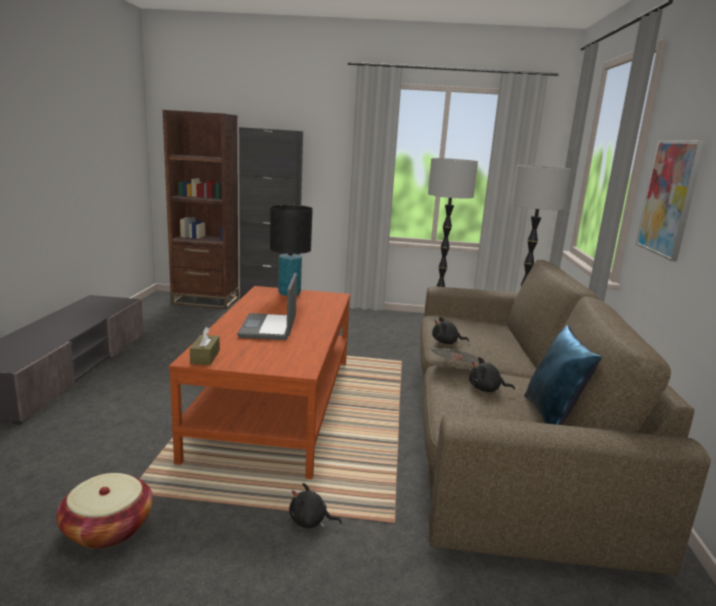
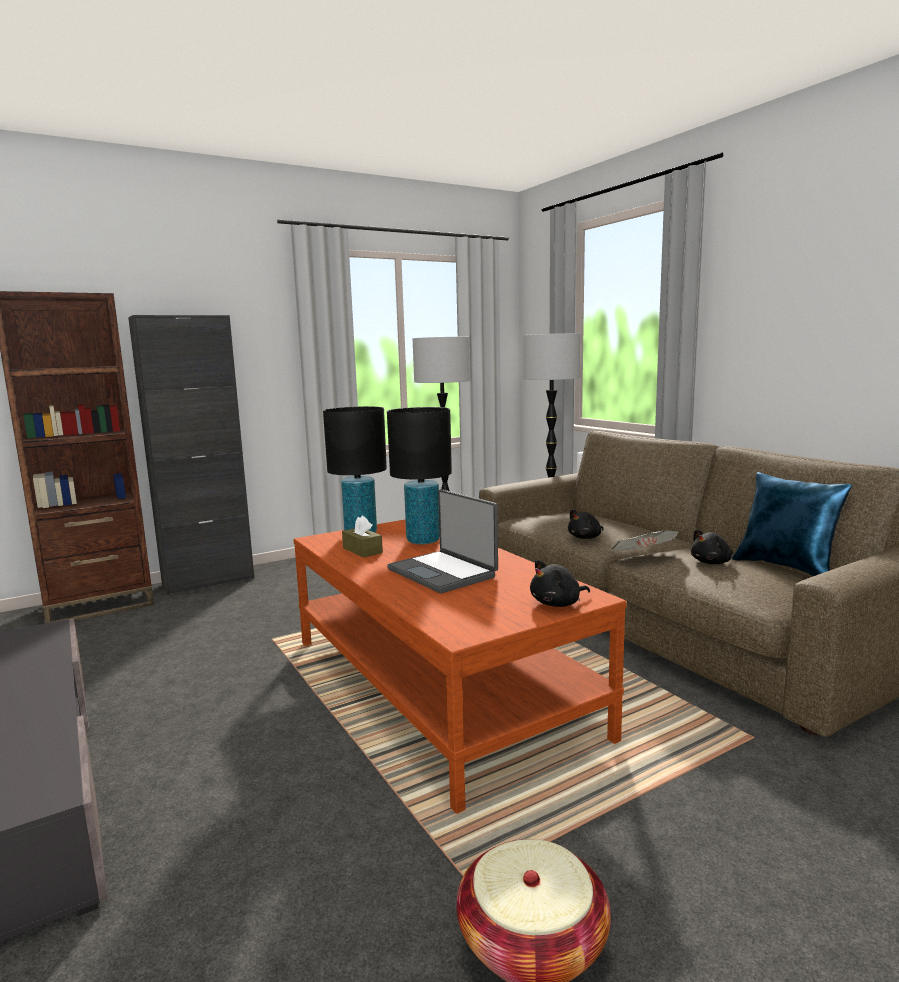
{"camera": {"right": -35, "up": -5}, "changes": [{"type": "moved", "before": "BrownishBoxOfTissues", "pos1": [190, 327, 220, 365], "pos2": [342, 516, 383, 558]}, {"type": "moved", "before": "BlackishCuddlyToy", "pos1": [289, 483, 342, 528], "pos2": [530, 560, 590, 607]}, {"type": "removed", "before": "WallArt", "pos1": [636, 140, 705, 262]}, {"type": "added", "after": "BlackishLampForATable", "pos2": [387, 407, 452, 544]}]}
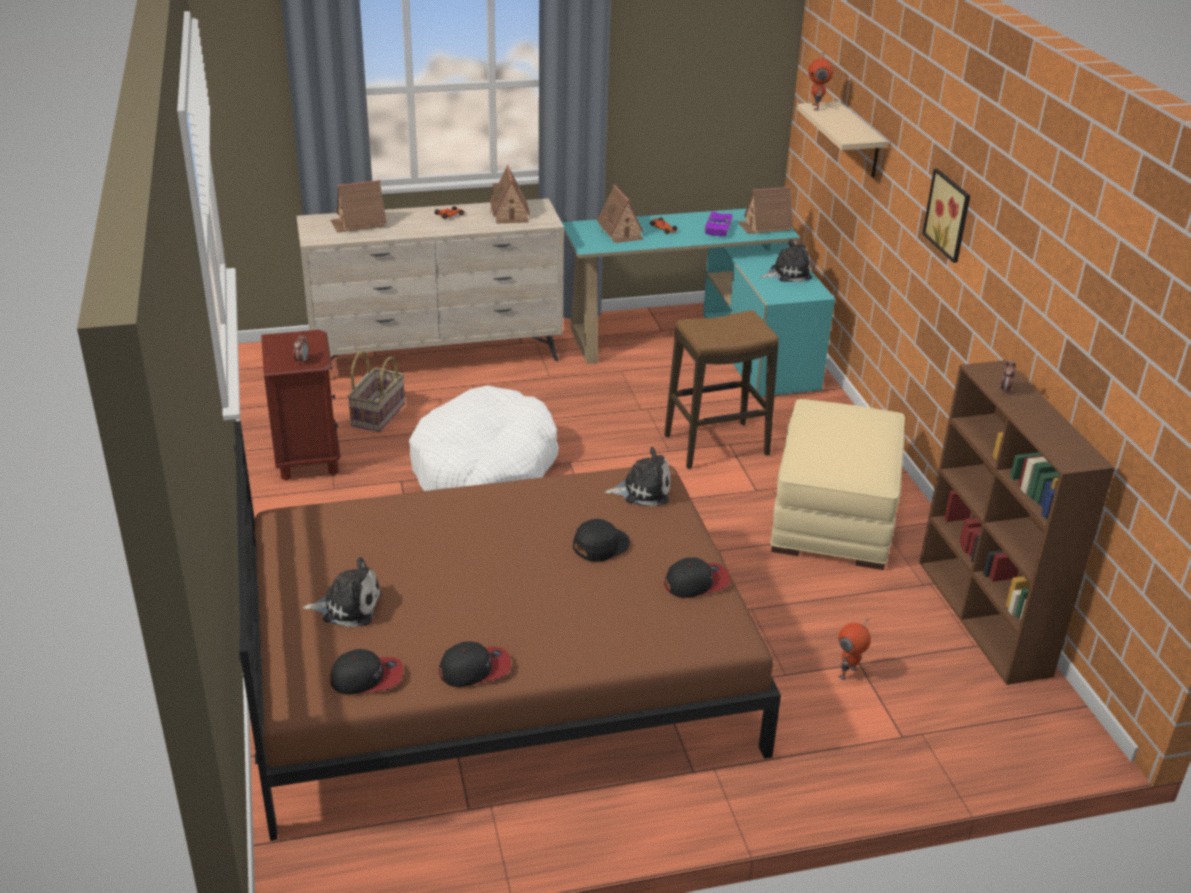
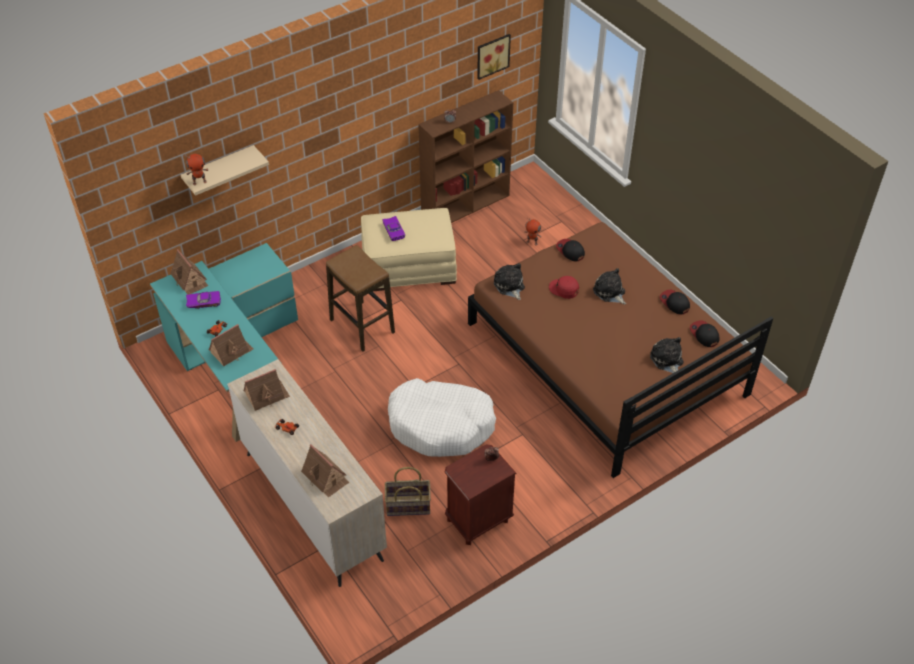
{"camera": {"right": -110, "up": 15}, "changes": [{"type": "recoloured", "before": "BlackishCap", "after": "RedColouredCap", "pos1": [573, 519, 630, 562], "pos2": [549, 276, 579, 299]}, {"type": "moved", "before": "CuddlyToy", "pos1": [761, 239, 812, 282], "pos2": [593, 268, 626, 304]}, {"type": "moved", "before": "WallArt", "pos1": [922, 169, 970, 263], "pos2": [477, 34, 511, 80]}, {"type": "added", "after": "PurpleColouredToyCar", "pos2": [382, 216, 405, 241]}]}
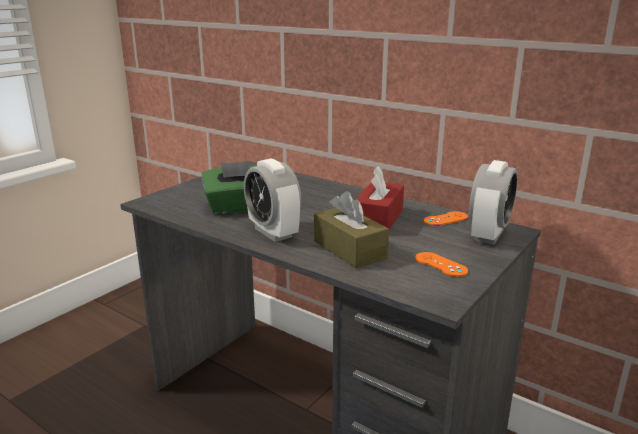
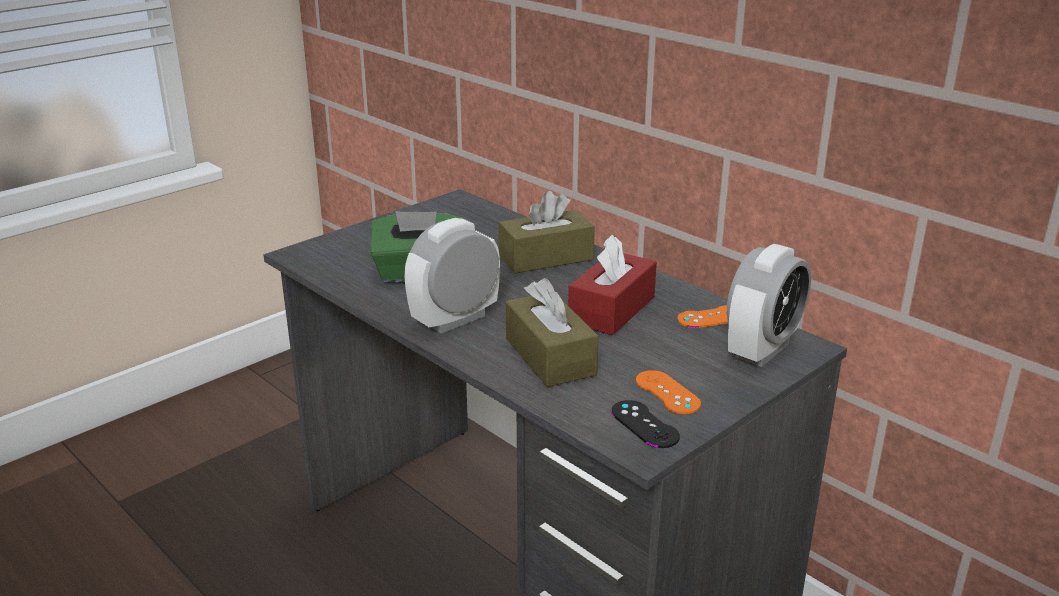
{"camera": {"right": 10, "up": 5}, "changes": [{"type": "turned", "before": "AlarmClock", "pos1": [244, 158, 301, 242], "pos2": [405, 218, 500, 334], "turn": 75}, {"type": "added", "after": "BrownishBoxOfTissues", "pos2": [498, 191, 595, 273]}, {"type": "added", "after": "BlackishGamepad", "pos2": [611, 400, 680, 448]}]}
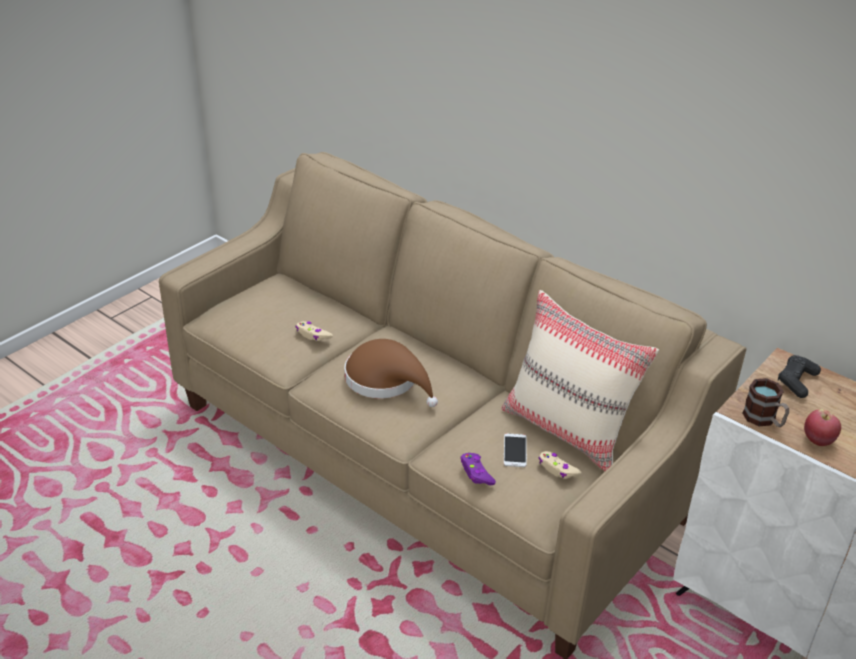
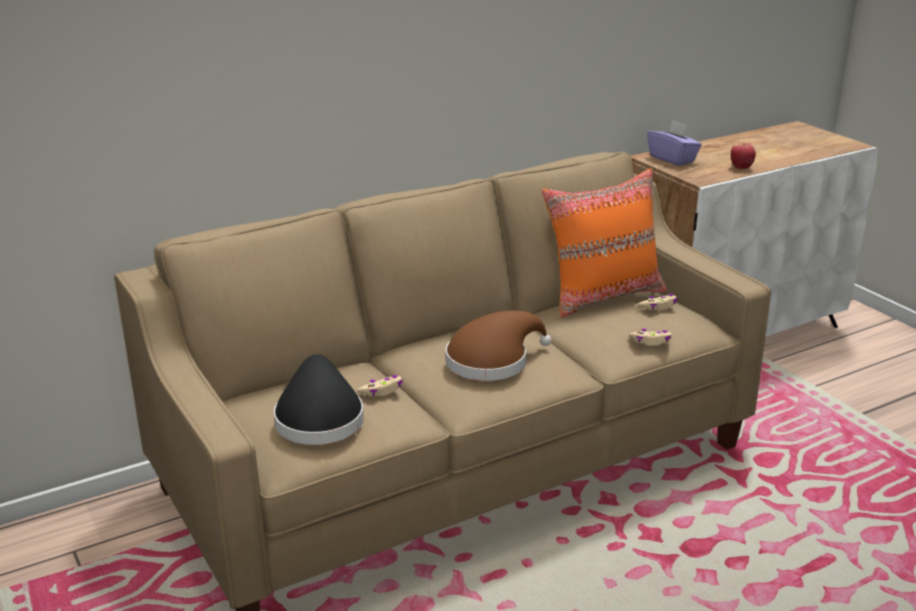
{"camera": {"right": -70, "up": -10}, "changes": [{"type": "recoloured", "before": "PurpleColouredGamepad", "after": "BeigeGamepad", "pos1": [461, 453, 496, 485], "pos2": [629, 329, 672, 345]}, {"type": "recoloured", "before": "BeigeCushion", "after": "OrangeCushion", "pos1": [501, 290, 659, 471], "pos2": [542, 168, 667, 318]}, {"type": "removed", "before": "Handset", "pos1": [504, 433, 527, 467]}, {"type": "removed", "before": "CoffeeMug", "pos1": [743, 378, 789, 427]}, {"type": "replaced", "before": "BlackishGamepad", "after": "PurpleColouredBoxOfTissues", "pos1": [778, 355, 821, 398], "pos2": [647, 120, 702, 166]}, {"type": "added", "after": "BlackishHat", "pos2": [274, 354, 364, 445]}]}
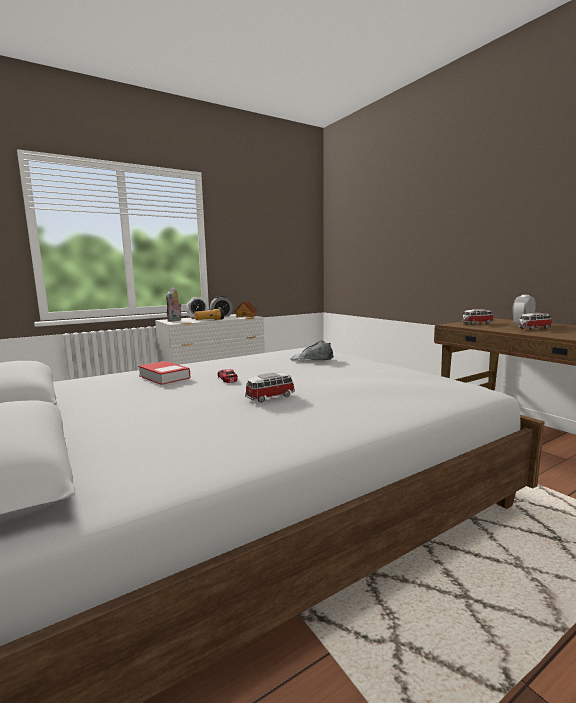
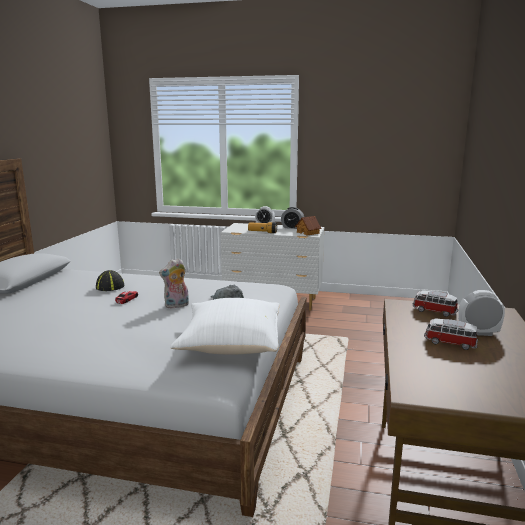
{"camera": {"right": 45, "up": 5}, "changes": [{"type": "replaced", "before": "Book", "after": "Cap", "pos1": [138, 361, 191, 385], "pos2": [96, 270, 124, 291]}, {"type": "moved", "before": "CuddlyToy", "pos1": [166, 287, 182, 322], "pos2": [159, 258, 189, 309]}, {"type": "removed", "before": "ToyCar", "pos1": [245, 373, 295, 402]}, {"type": "added", "after": "WhitishCushion", "pos2": [170, 298, 280, 354]}]}
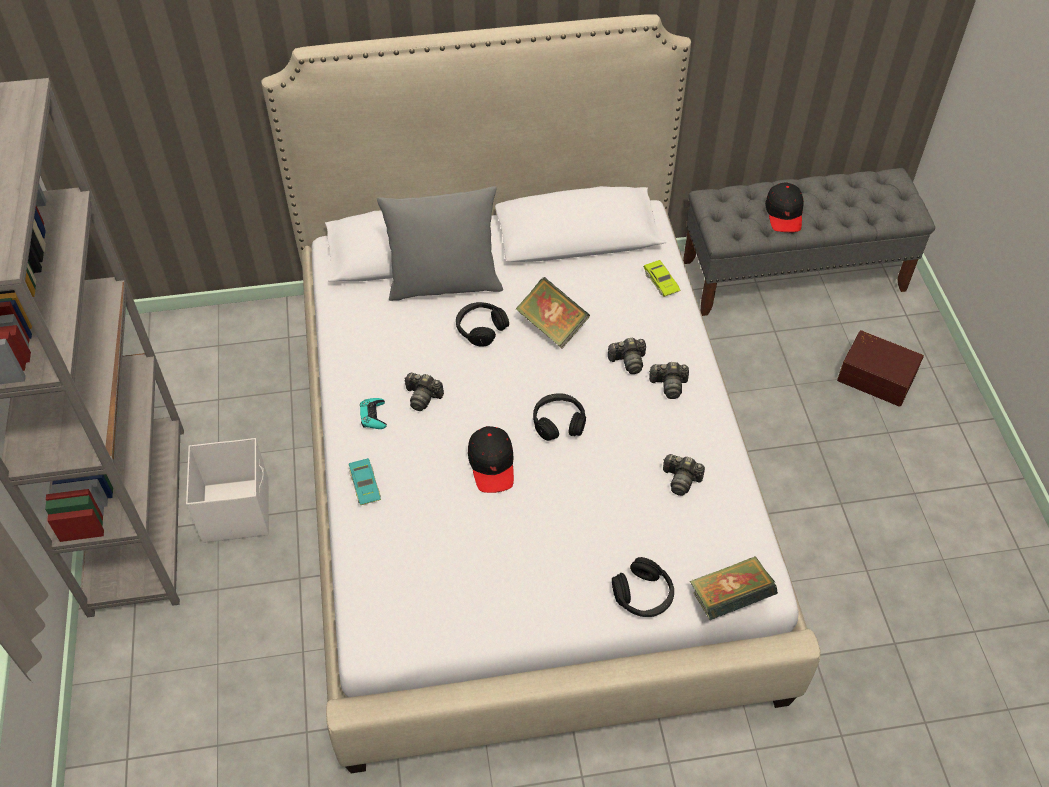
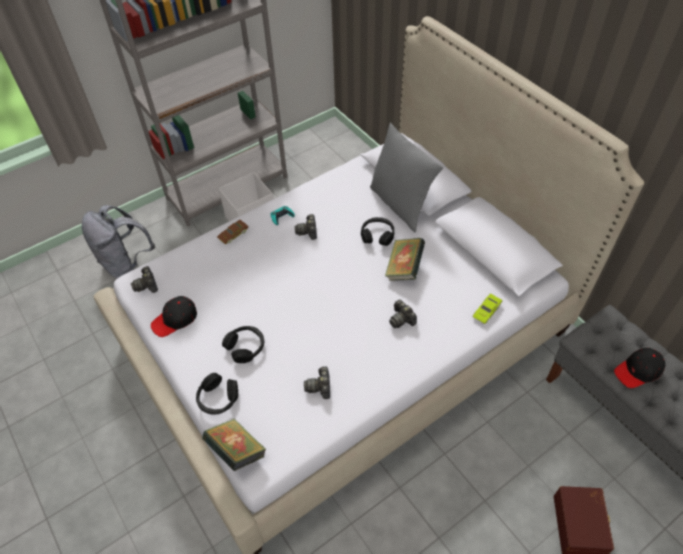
{"camera": {"right": 65, "up": 0}, "changes": [{"type": "recoloured", "before": "TurquoiseToyCar", "after": "BrownishToyCar", "pos1": [348, 458, 381, 505], "pos2": [217, 220, 249, 244]}, {"type": "moved", "before": "BlackishCap", "pos1": [468, 426, 514, 493], "pos2": [151, 296, 197, 337]}, {"type": "moved", "before": "BlackishHeadphones", "pos1": [533, 393, 586, 441], "pos2": [222, 326, 264, 363]}, {"type": "moved", "before": "StillCamera", "pos1": [649, 362, 689, 399], "pos2": [131, 266, 158, 293]}, {"type": "added", "after": "GreyRucksack", "pos2": [82, 205, 155, 279]}]}
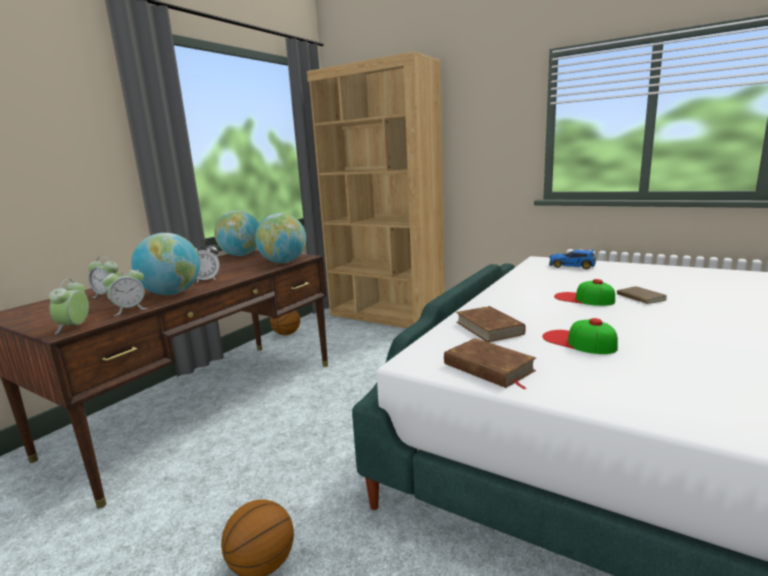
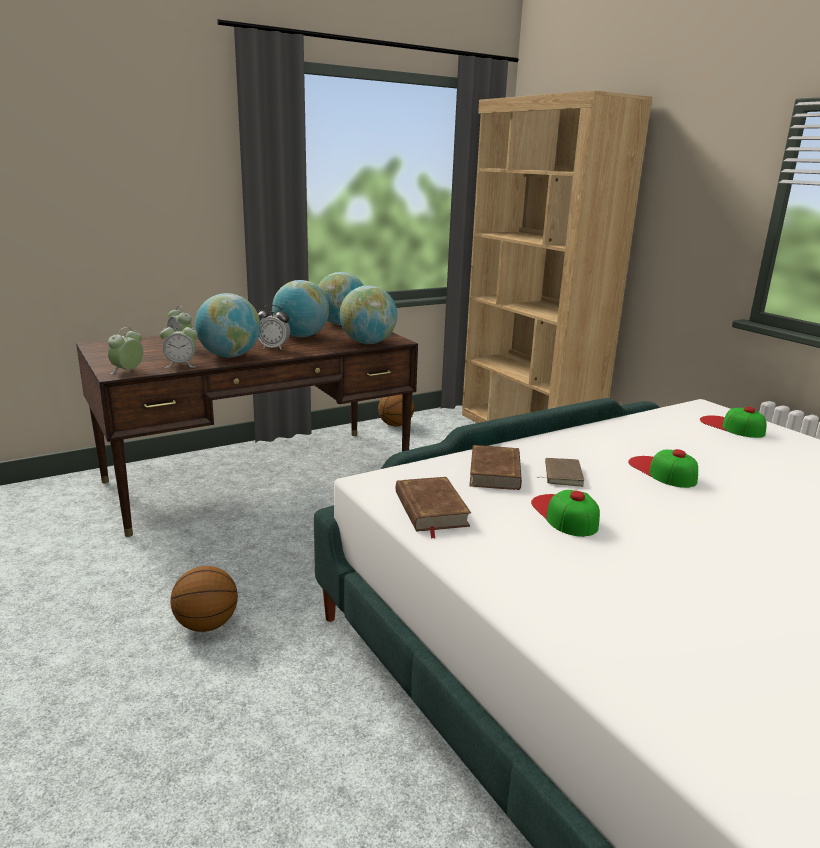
{"camera": {"right": 25, "up": 5}, "changes": [{"type": "replaced", "before": "ToyCar", "after": "Cap", "pos1": [549, 250, 596, 269], "pos2": [700, 407, 767, 438]}, {"type": "moved", "before": "BrownishBook", "pos1": [617, 286, 667, 304], "pos2": [537, 458, 584, 487]}, {"type": "added", "after": "WorldGlobe", "pos2": [272, 280, 329, 337]}]}
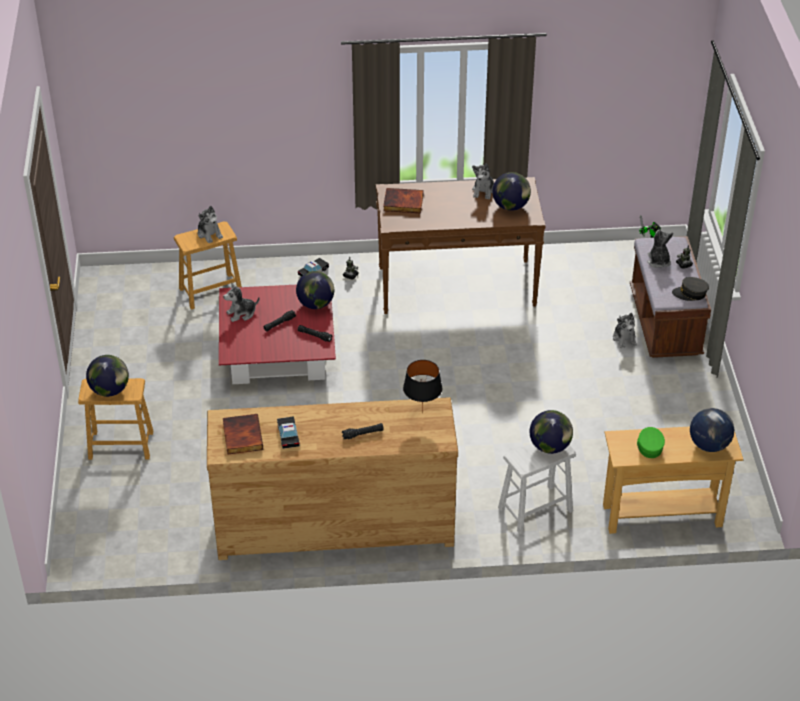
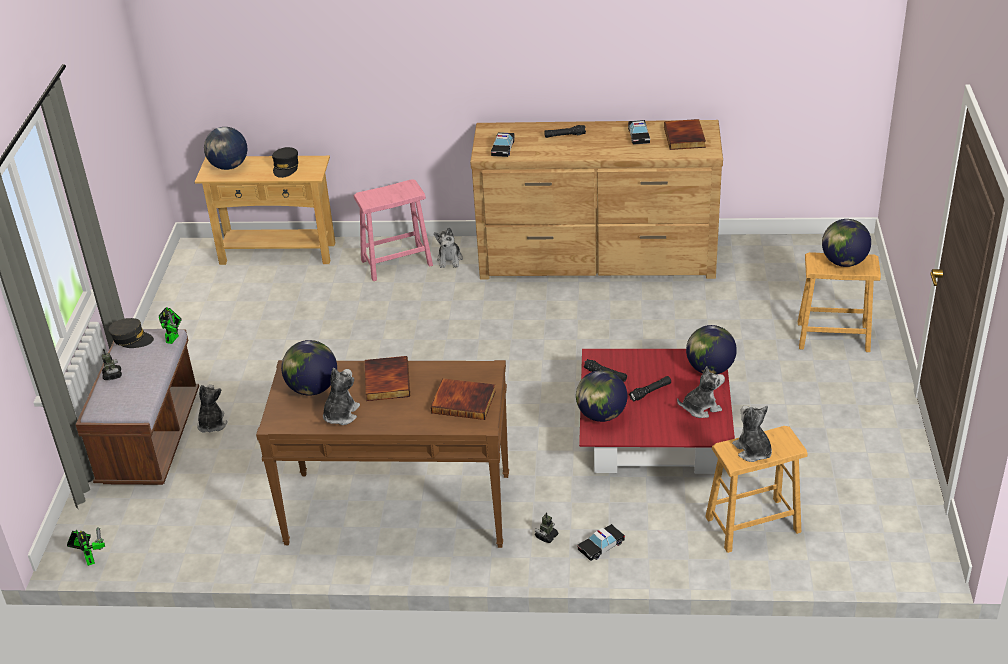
{"camera": {"right": -170, "up": -5}, "changes": [{"type": "replaced", "before": "BlackishLampForATable", "after": "ToyCar", "pos1": [403, 360, 442, 414], "pos2": [491, 132, 515, 157]}, {"type": "recoloured", "before": "WhitishStoolSeat", "after": "PinkishStoolSeat", "pos1": [498, 443, 576, 535], "pos2": [354, 179, 433, 281]}, {"type": "moved", "before": "WorldGlobe", "pos1": [530, 410, 573, 454], "pos2": [686, 325, 737, 374]}, {"type": "recoloured", "before": "GreenColouredCap", "after": "BlackishCap", "pos1": [637, 427, 665, 458], "pos2": [272, 147, 299, 178]}, {"type": "moved", "before": "CuddlyToy", "pos1": [647, 230, 673, 268], "pos2": [434, 227, 463, 268]}, {"type": "added", "after": "RobotFigure", "pos2": [159, 307, 182, 344]}, {"type": "added", "after": "Book", "pos2": [365, 356, 410, 401]}]}
